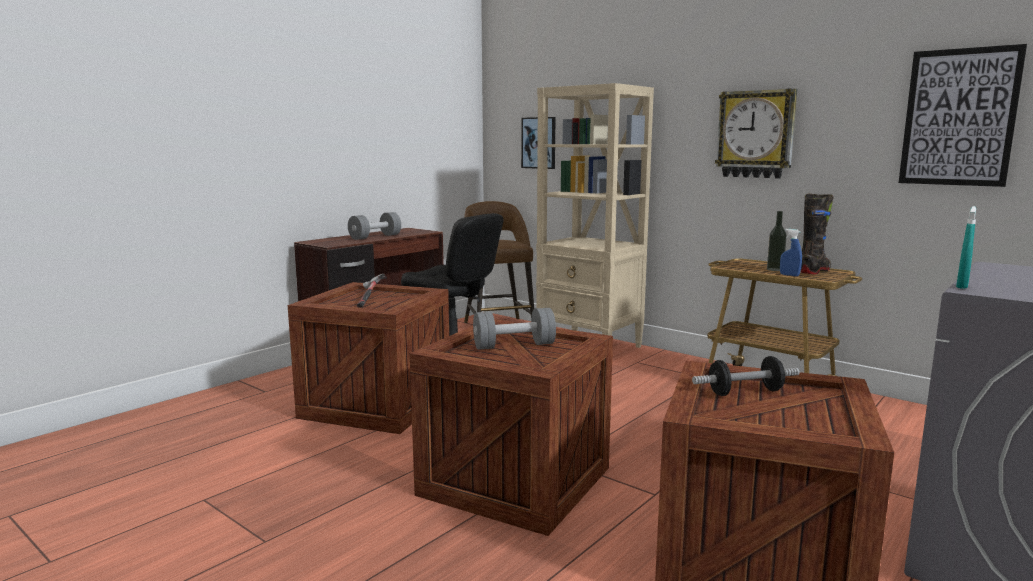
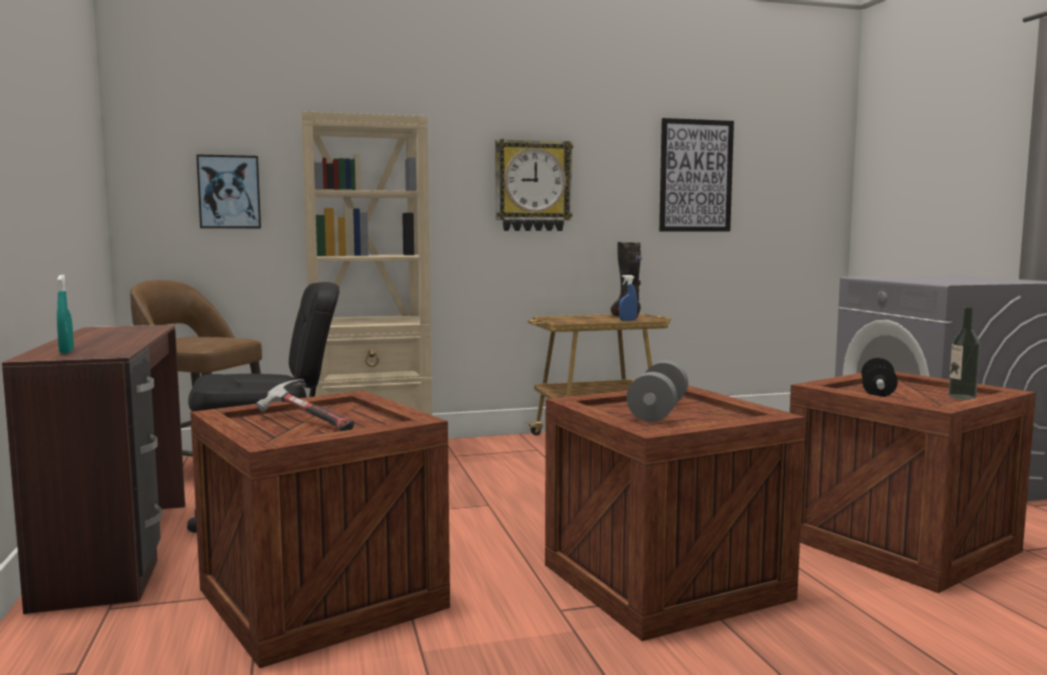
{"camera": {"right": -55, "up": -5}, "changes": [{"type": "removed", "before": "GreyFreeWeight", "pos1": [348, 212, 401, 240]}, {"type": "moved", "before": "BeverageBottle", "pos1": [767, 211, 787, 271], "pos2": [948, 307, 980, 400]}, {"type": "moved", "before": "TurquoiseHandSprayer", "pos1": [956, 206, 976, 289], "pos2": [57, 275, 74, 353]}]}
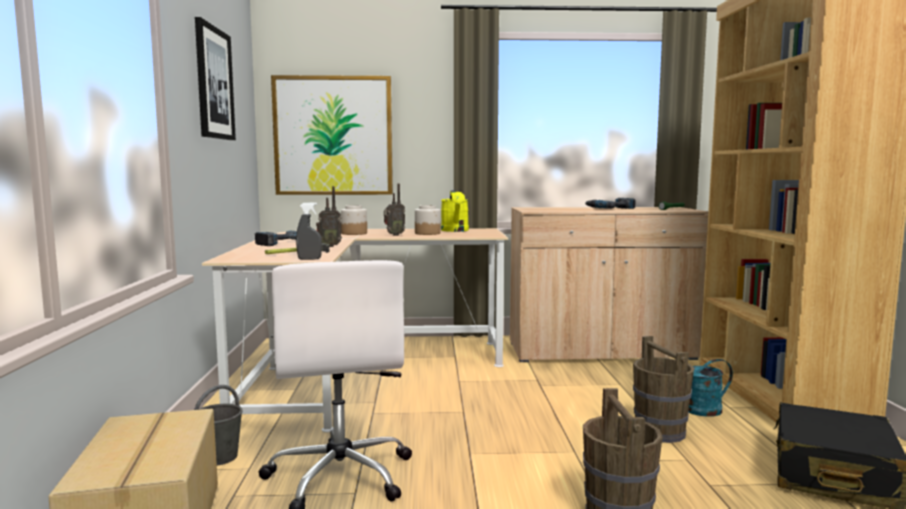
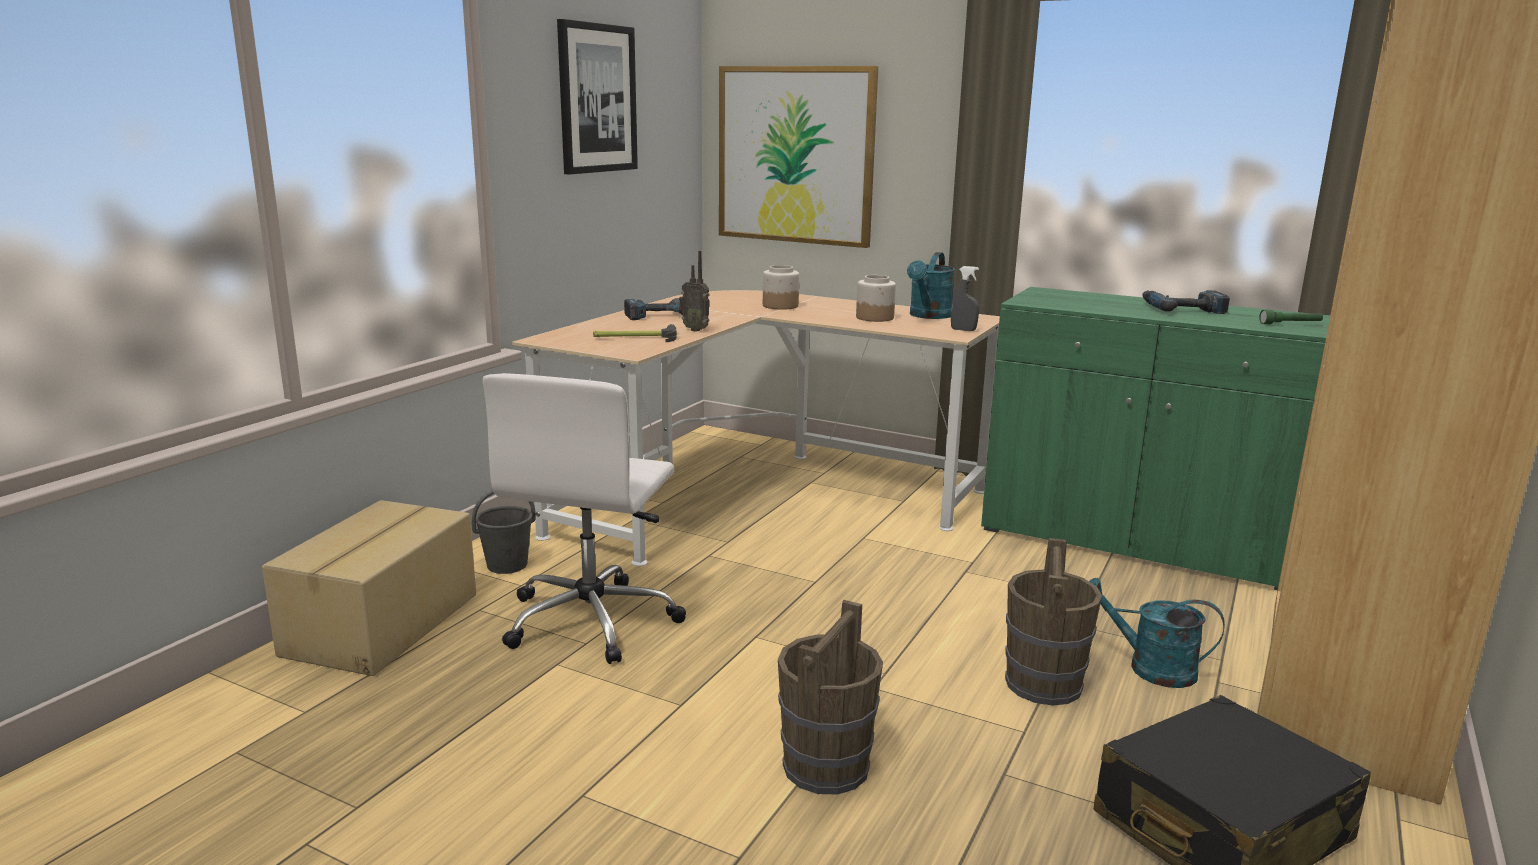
{"camera": {"right": 30, "up": 10}, "changes": [{"type": "moved", "before": "GreyHandSprayer", "pos1": [296, 202, 322, 260], "pos2": [951, 266, 979, 331]}, {"type": "removed", "before": "RadioSet", "pos1": [384, 183, 405, 236]}, {"type": "recoloured", "before": "YellowWateringPot", "after": "TurquoiseWateringPot", "pos1": [441, 191, 469, 232], "pos2": [907, 252, 955, 319]}, {"type": "recoloured", "before": "BeigeStorageCabinet", "after": "GreenColouredStorageCabinet", "pos1": [510, 207, 708, 362], "pos2": [981, 287, 1330, 590]}]}
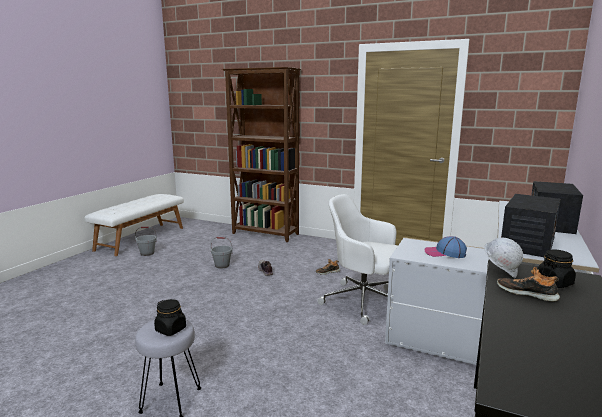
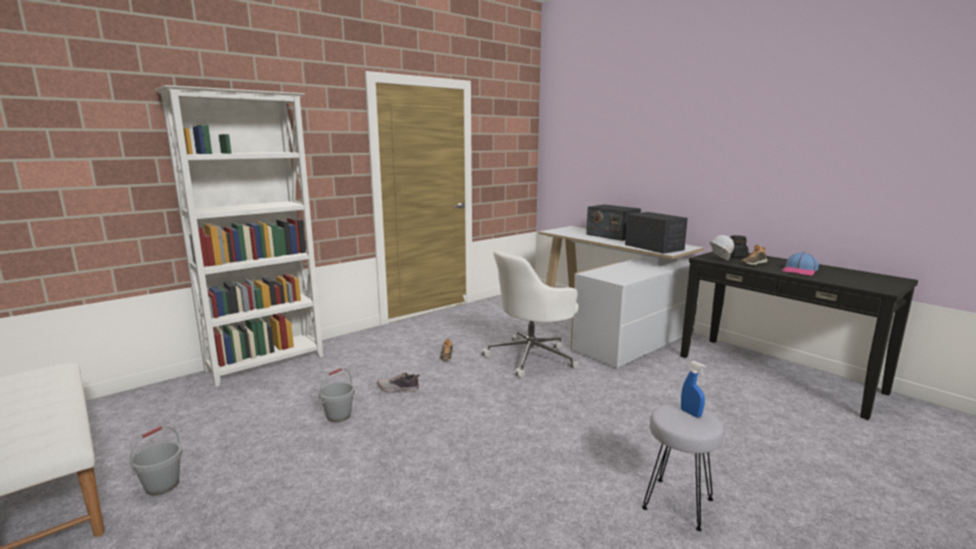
{"camera": {"right": -65, "up": 0}, "changes": [{"type": "replaced", "before": "BlackishPreserveJar", "after": "BlueColouredHandSprayer", "pos1": [154, 299, 186, 336], "pos2": [681, 361, 706, 417]}, {"type": "recoloured", "before": "BrownishBookcase", "after": "WhitishBookcase", "pos1": [222, 67, 301, 242], "pos2": [155, 85, 323, 387]}, {"type": "moved", "before": "Cap", "pos1": [425, 236, 467, 258], "pos2": [782, 252, 819, 276]}]}
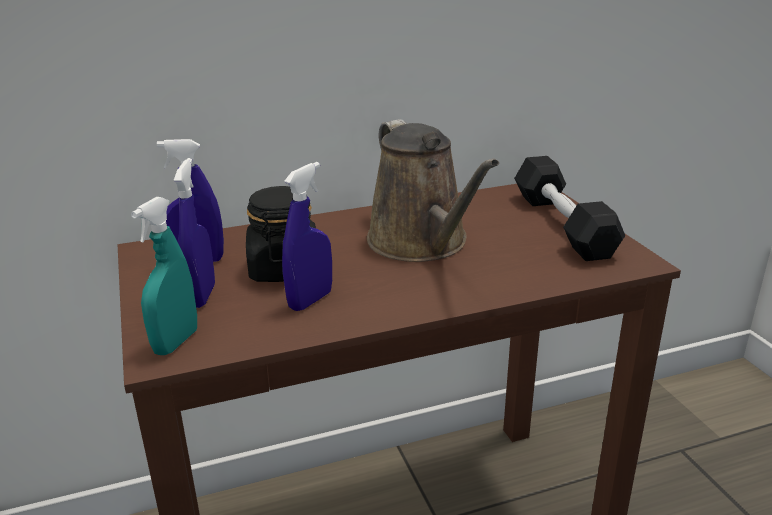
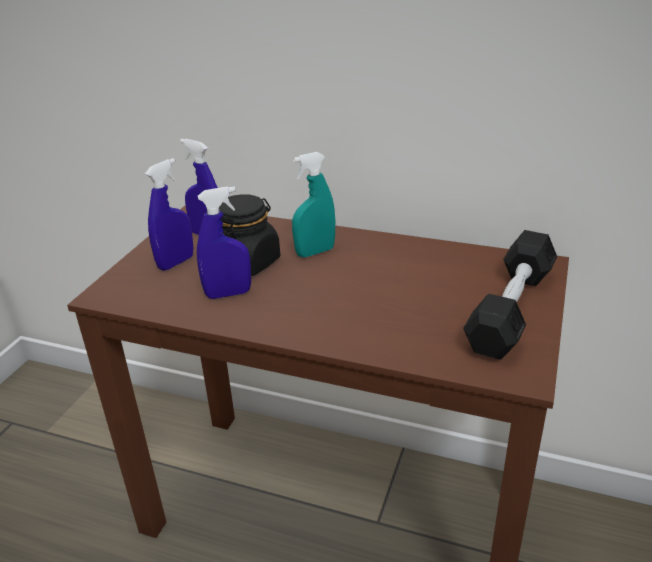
{"camera": {"right": 40, "up": 5}, "changes": [{"type": "moved", "before": "TurquoiseHandSprayer", "pos1": [131, 197, 197, 355], "pos2": [292, 152, 335, 257]}, {"type": "removed", "before": "BrownishWateringPot", "pos1": [367, 119, 499, 262]}]}
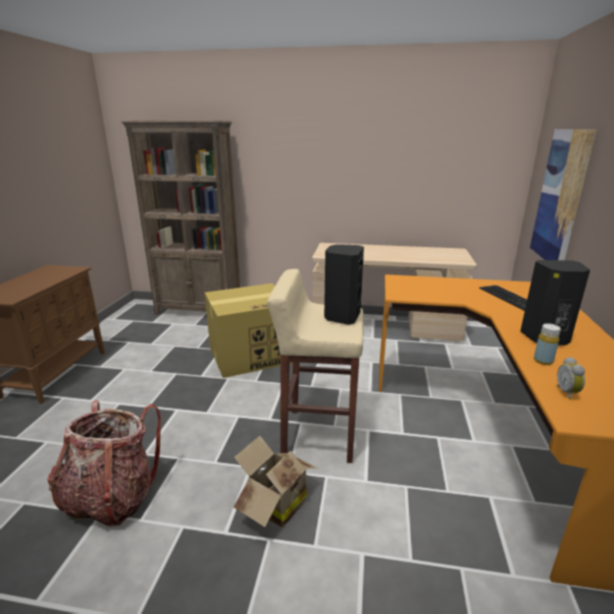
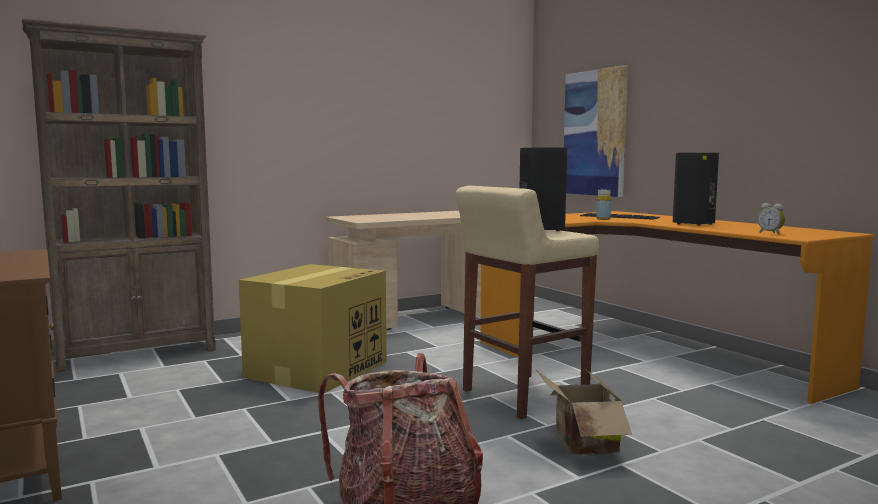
{"camera": {"right": -40, "up": -15}, "changes": [{"type": "moved", "before": "YellowBeverageBottle", "pos1": [534, 324, 561, 365], "pos2": [596, 190, 611, 220]}]}
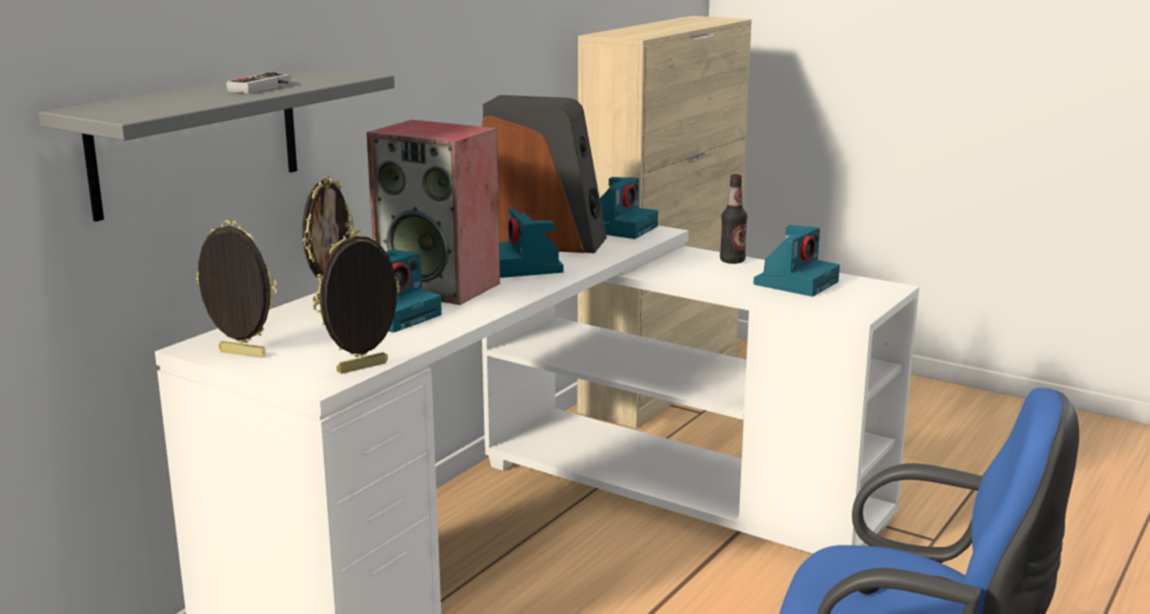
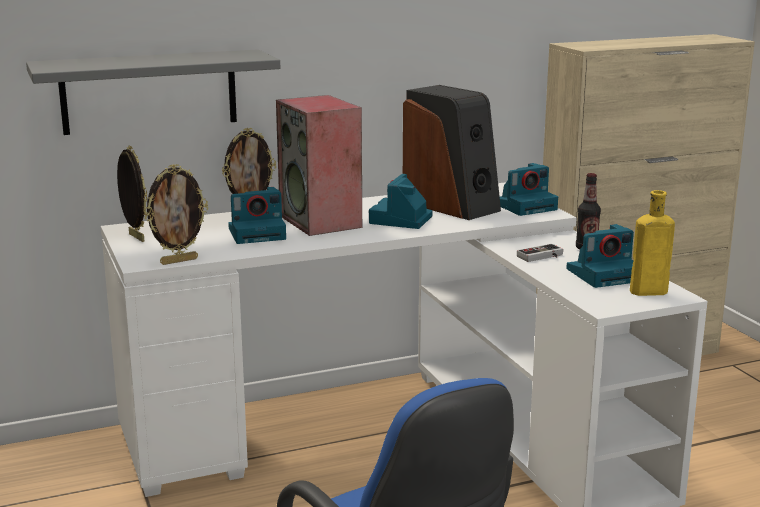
{"camera": {"right": 35, "up": 0}, "changes": [{"type": "moved", "before": "Gamepad", "pos1": [226, 72, 291, 93], "pos2": [517, 244, 563, 262]}, {"type": "turned", "before": "PhotoFrame", "pos1": [313, 230, 400, 374], "pos2": [144, 164, 208, 265], "turn": 150}, {"type": "added", "after": "YellowBeverageBottle", "pos2": [630, 190, 675, 296]}]}
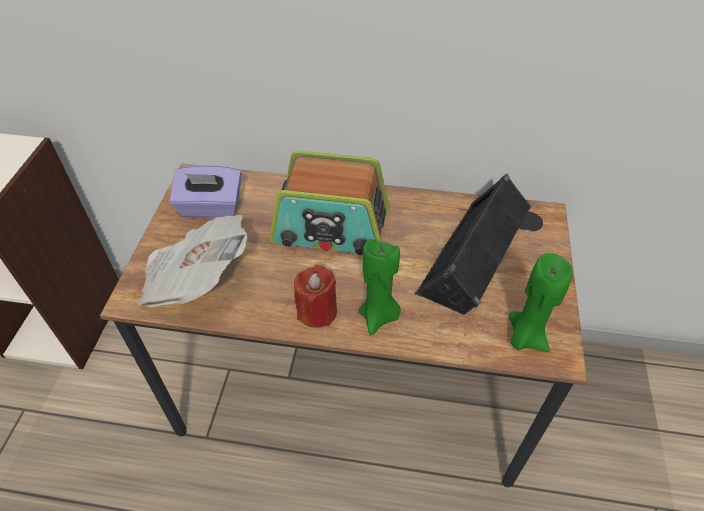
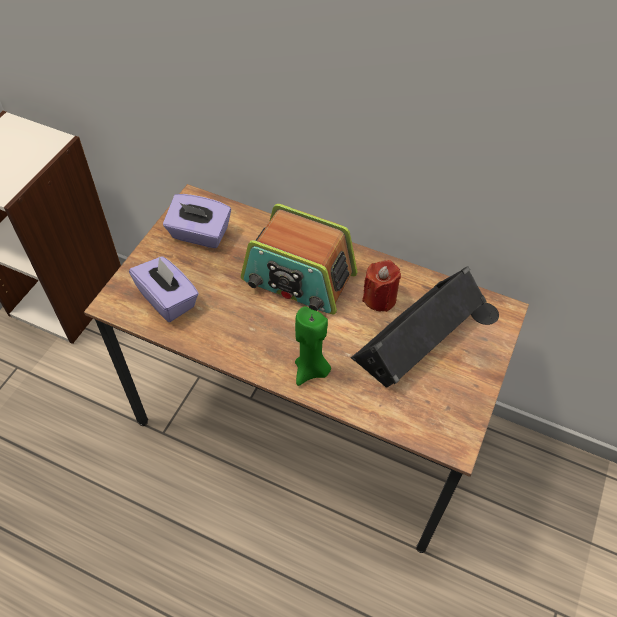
{"camera": {"right": 15, "up": 5}, "changes": [{"type": "replaced", "before": "Newspaper", "after": "PurpleColouredBoxOfTissues", "pos1": [138, 215, 247, 307], "pos2": [129, 256, 199, 322]}, {"type": "moved", "before": "RedColouredWaxLight", "pos1": [294, 265, 337, 328], "pos2": [362, 260, 401, 312]}, {"type": "removed", "before": "GreenColouredWaxLight", "pos1": [508, 253, 573, 352]}]}
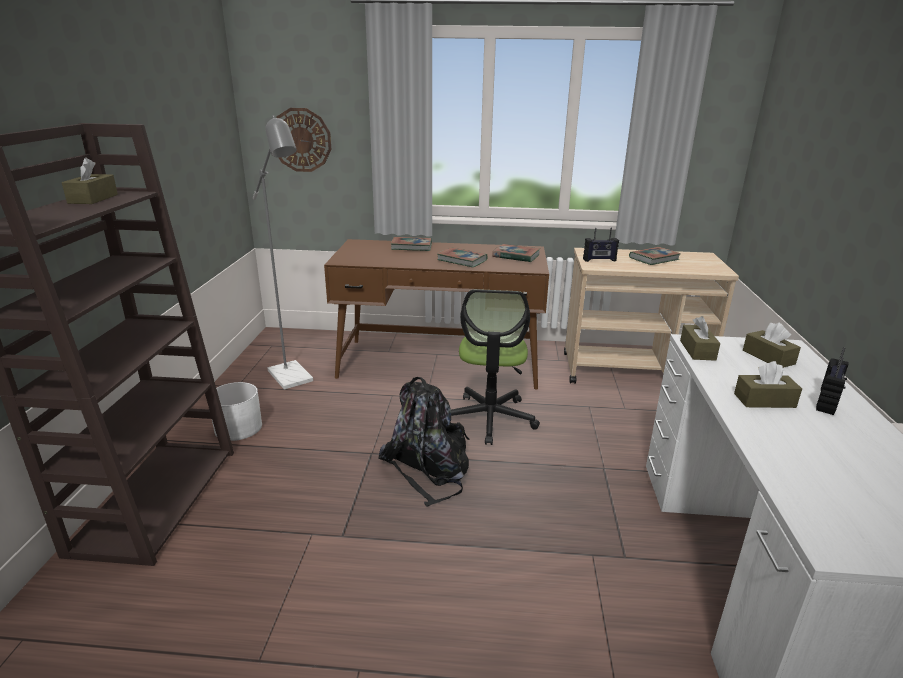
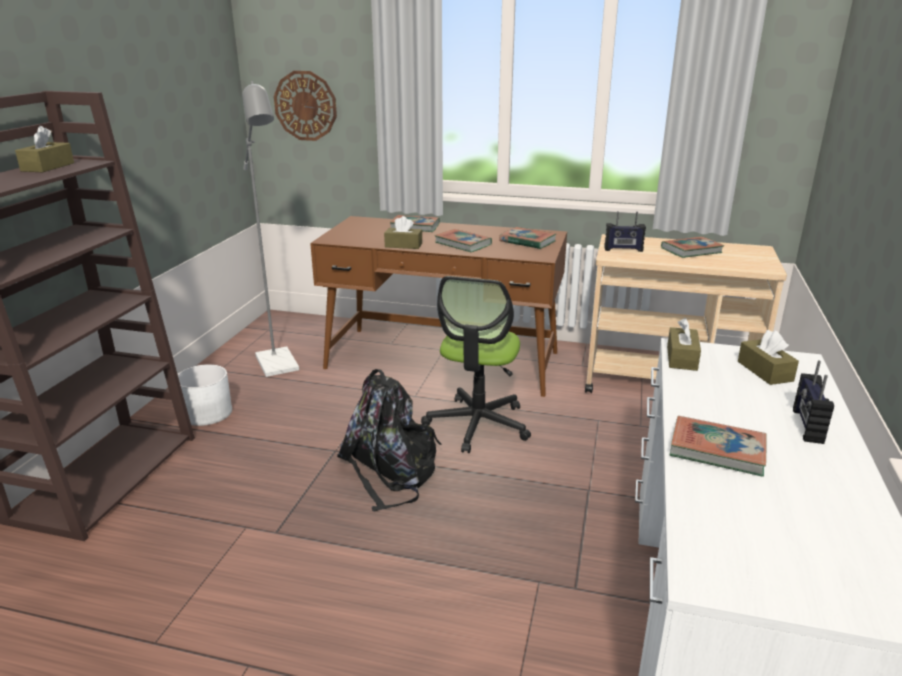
{"camera": {"right": 10, "up": 0}, "changes": [{"type": "moved", "before": "BrownishBoxOfTissues", "pos1": [734, 361, 802, 408], "pos2": [384, 216, 422, 249]}, {"type": "turned", "before": "RadioSet", "pos1": [816, 347, 849, 415], "pos2": [793, 361, 834, 444], "turn": 150}, {"type": "added", "after": "Book", "pos2": [670, 416, 767, 477]}]}
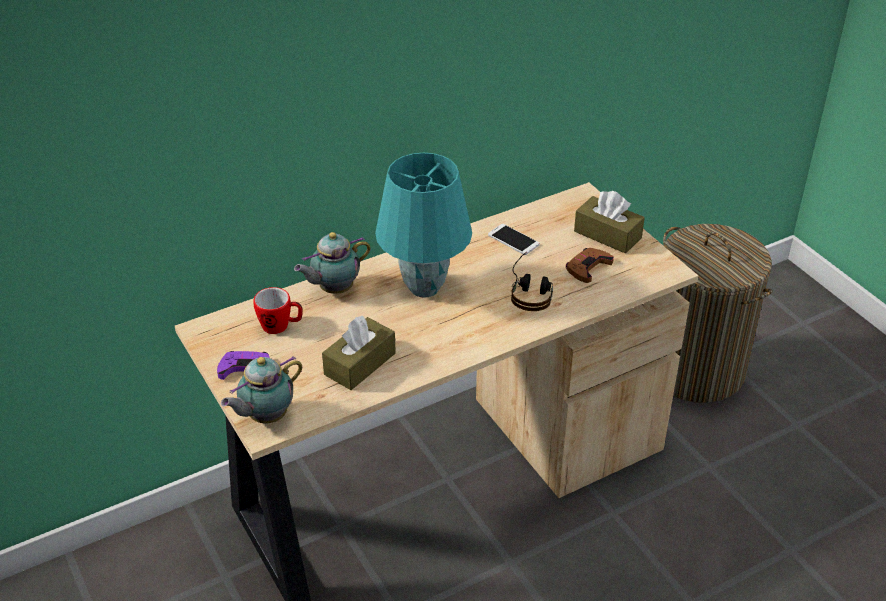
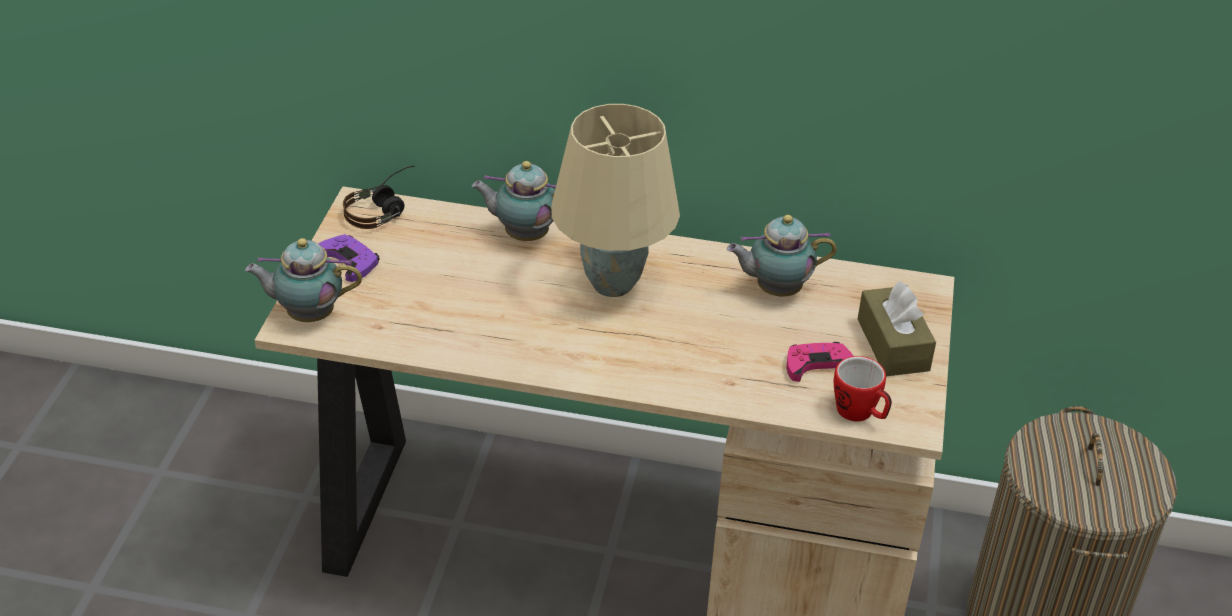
{"camera": {"right": 40, "up": 0}, "changes": [{"type": "moved", "before": "CoffeeMug", "pos1": [253, 287, 303, 334], "pos2": [834, 356, 892, 421]}, {"type": "removed", "before": "BrownishBoxOfTissues", "pos1": [322, 316, 396, 390]}, {"type": "recoloured", "before": "TurquoiseLampForATable", "after": "BeigeLampForATable", "pos1": [375, 153, 472, 298], "pos2": [551, 104, 680, 297]}, {"type": "replaced", "before": "Handset", "after": "PotForTea", "pos1": [488, 224, 540, 255], "pos2": [727, 215, 837, 296]}, {"type": "moved", "before": "Headphones", "pos1": [511, 252, 553, 311], "pos2": [343, 166, 415, 229]}, {"type": "recoloured", "before": "BrownishGamepad", "after": "PinkishGamepad", "pos1": [566, 248, 614, 283], "pos2": [786, 342, 853, 382]}]}
